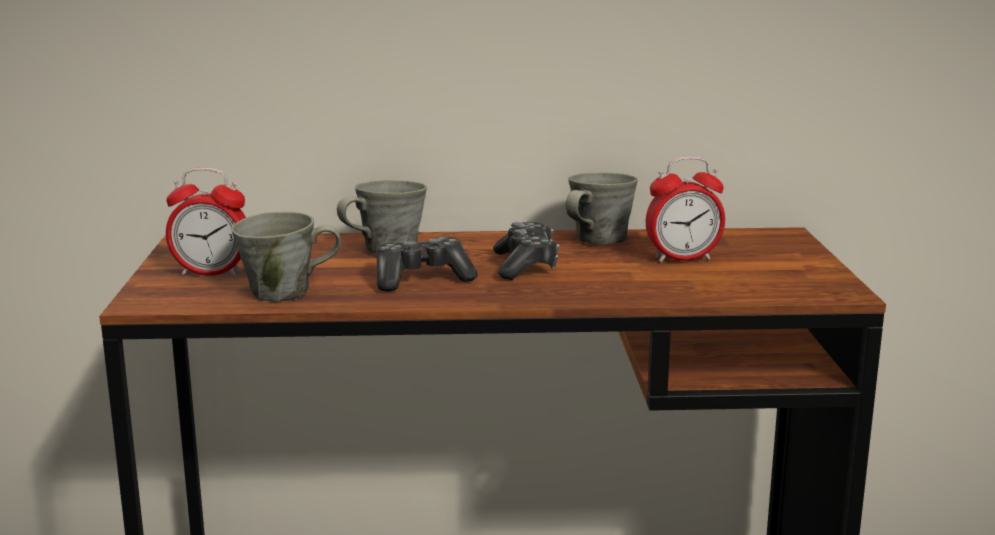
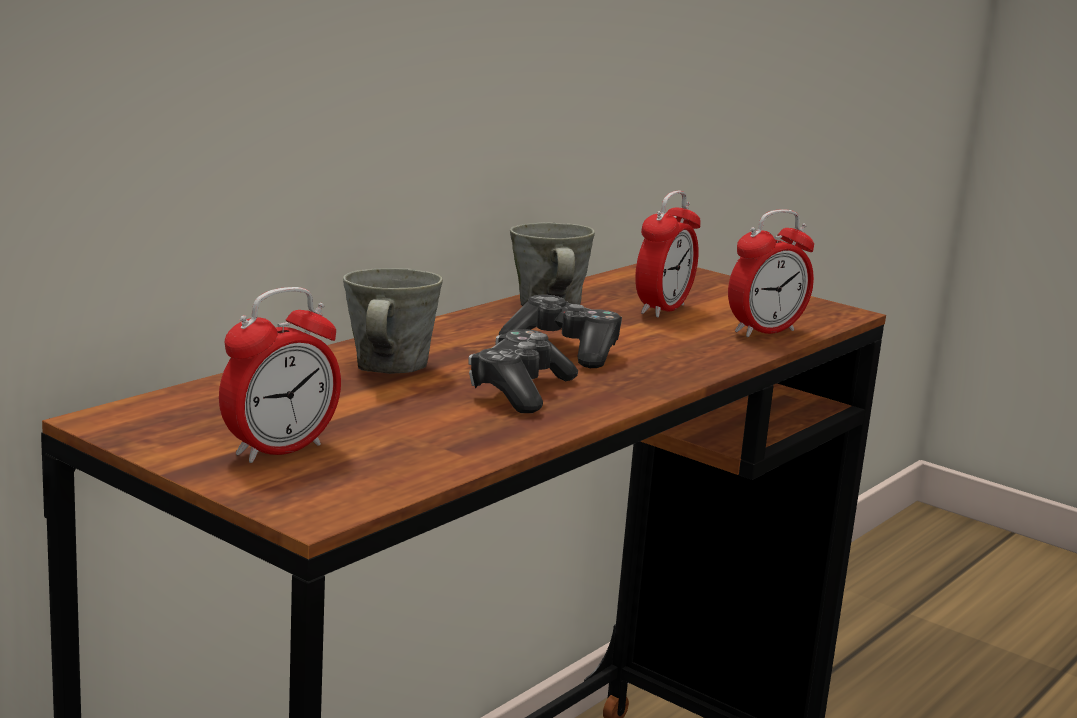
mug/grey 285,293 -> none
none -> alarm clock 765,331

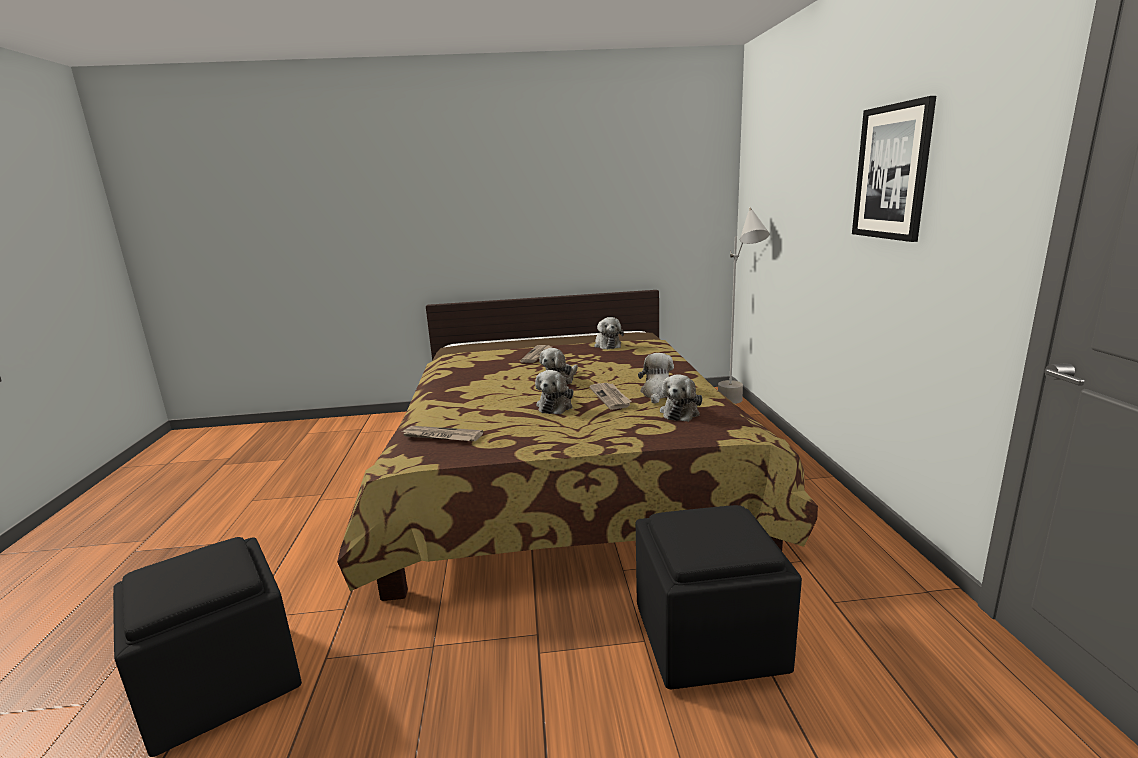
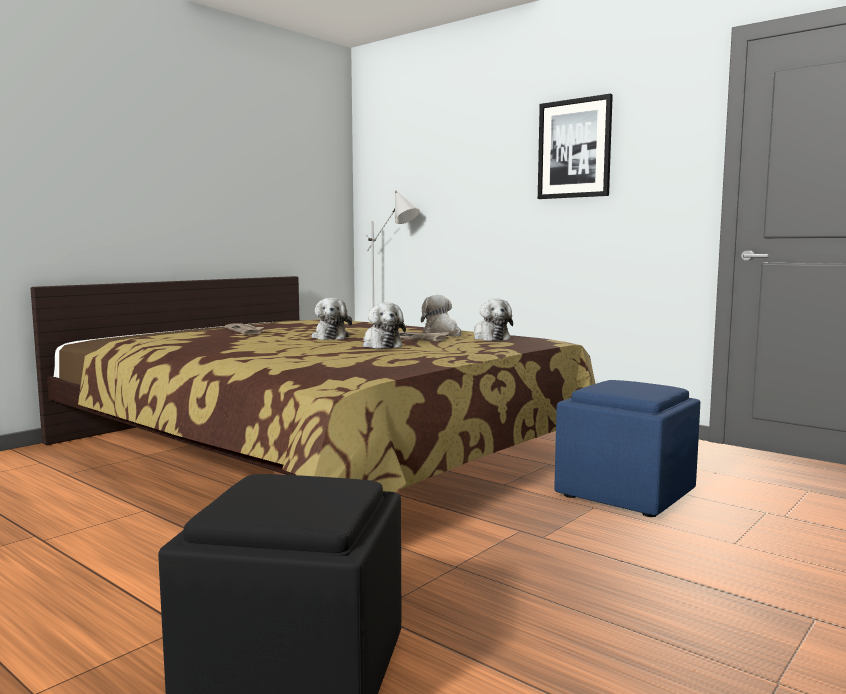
plush toy 607,345 -> none
newspaper 441,436 -> none
ottoman/black 707,640 -> ottoman/blue 626,494

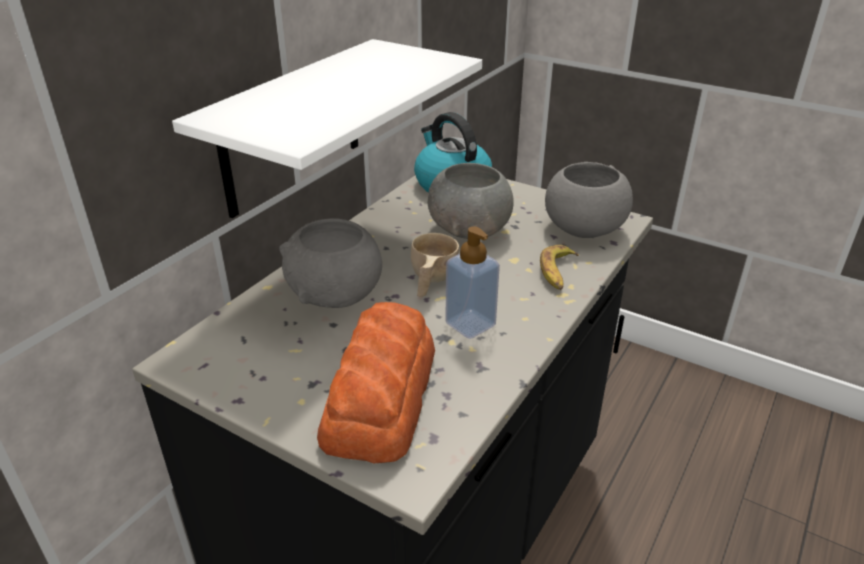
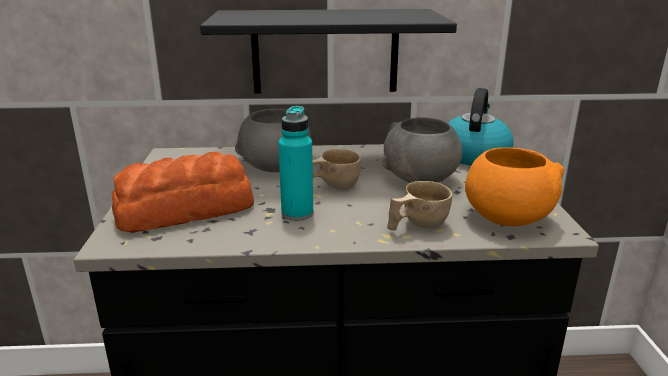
shelf/white 292,128 -> shelf/black 325,51
bowl/grey 583,229 -> bowl/orange 506,218
soap dispenser 470,324 -> bottle/turquoise 297,213
banana 557,273 -> cup/beige 416,225

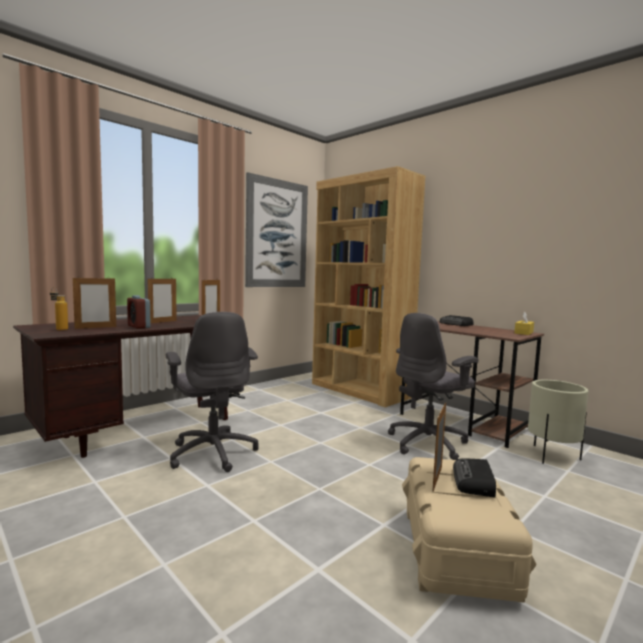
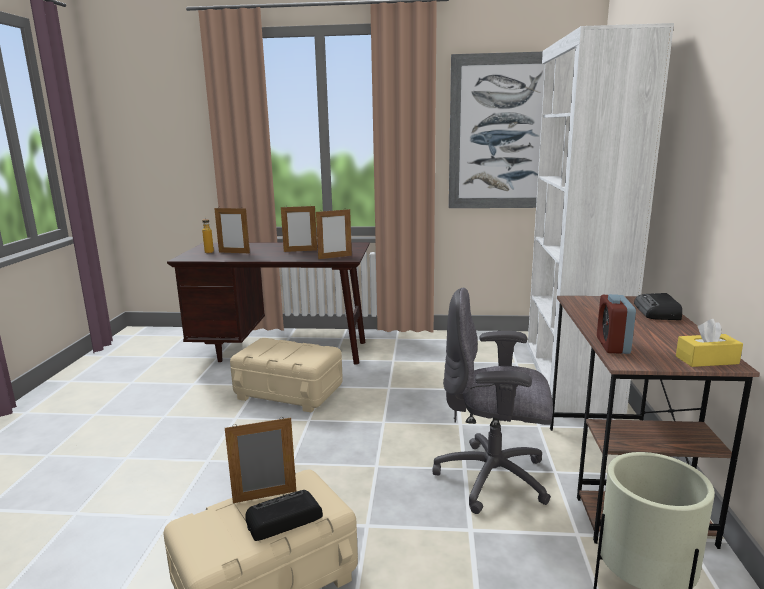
bookcase/brown 359,391 -> bookcase/white 569,377
alarm clock 139,326 -> alarm clock 612,345, move
office chair/grey 213,452 -> storage box/beige 288,392

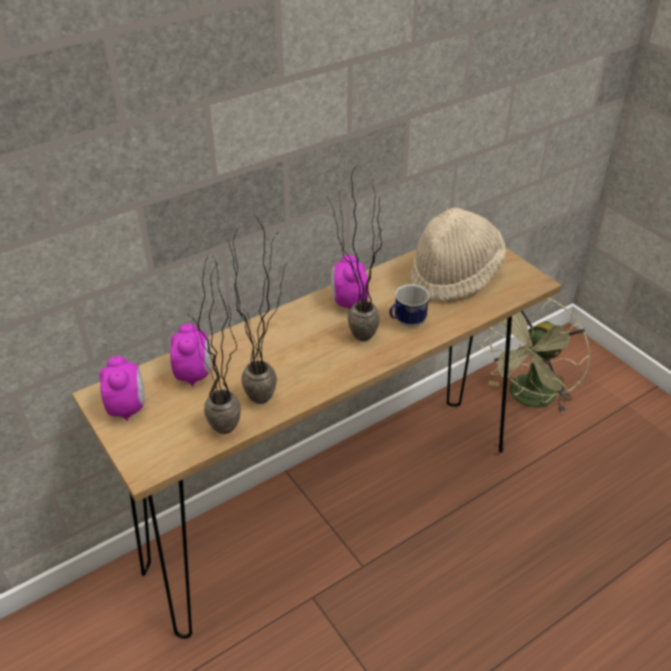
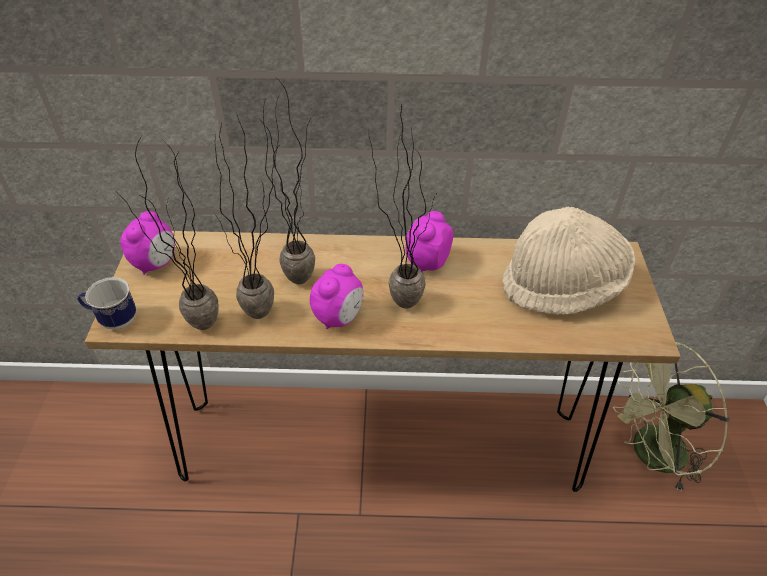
mug 406,323 -> mug 113,320, move
alarm clock 194,374 -> alarm clock 339,317, move
none -> potted plant 303,272

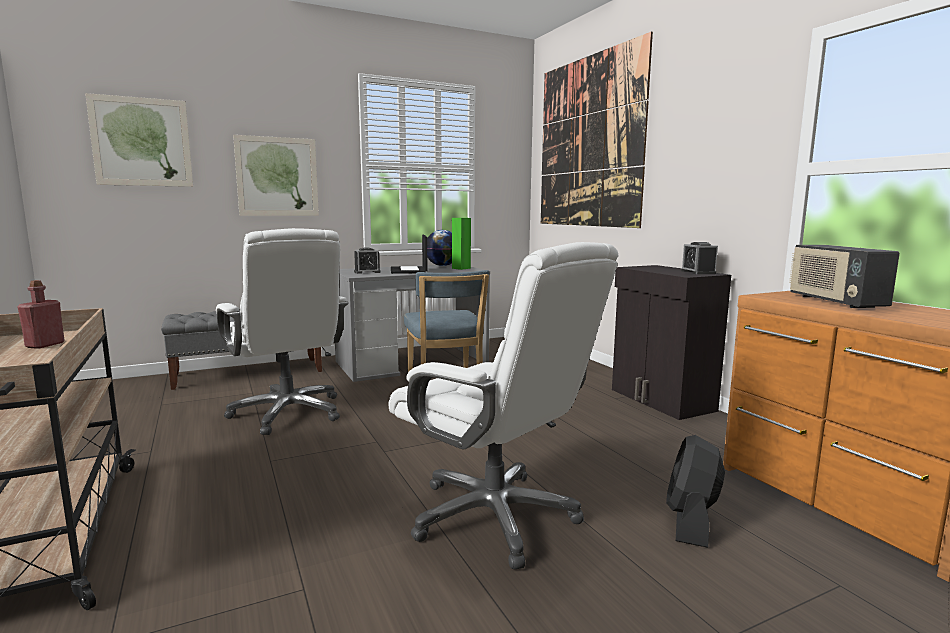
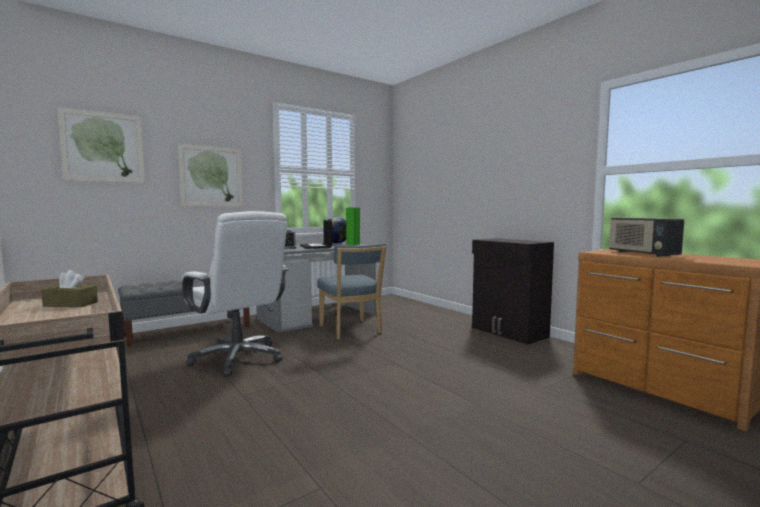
picture 588,142 -> none
office chair/white 495,516 -> none
alarm clock 698,272 -> none
bottle/red 45,345 -> tissue box/brown 70,304
fan/black 691,521 -> none

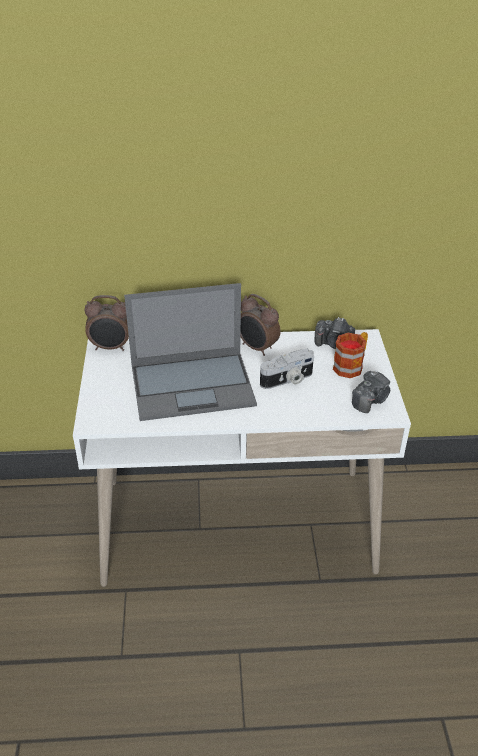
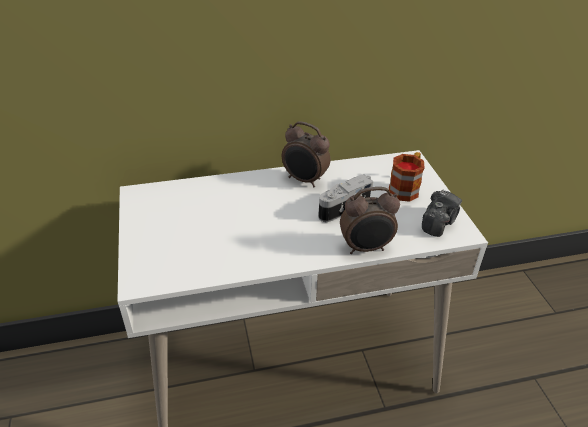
laptop 194,385 -> none
alarm clock 111,347 -> alarm clock 366,248, move
photo camera 334,344 -> none

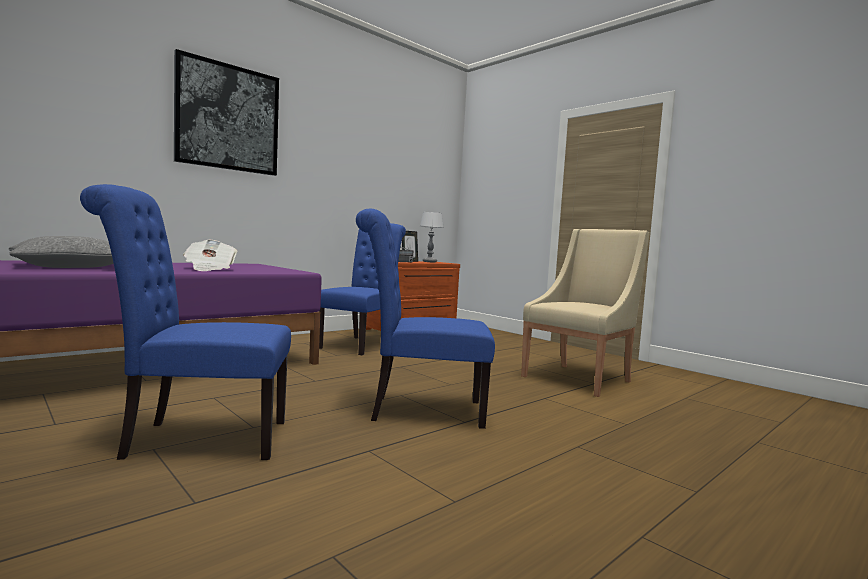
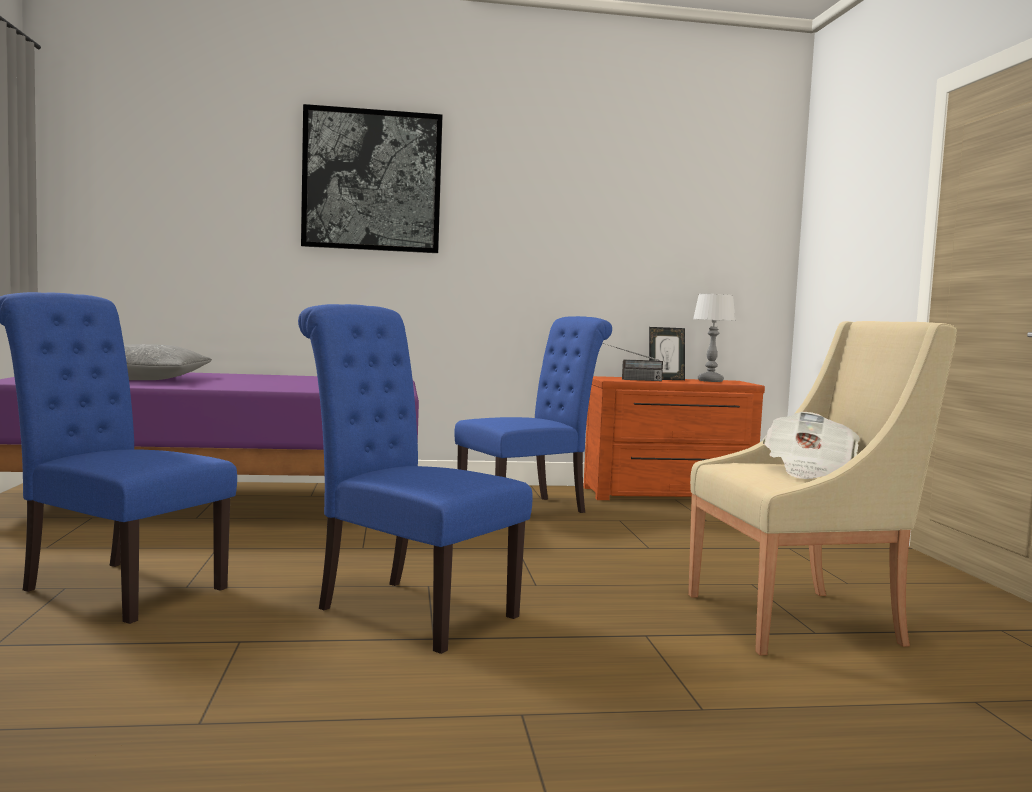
newspaper 209,269 -> newspaper 808,471, move

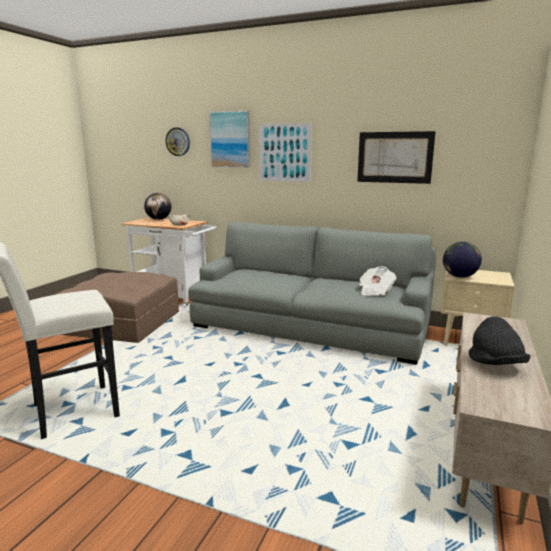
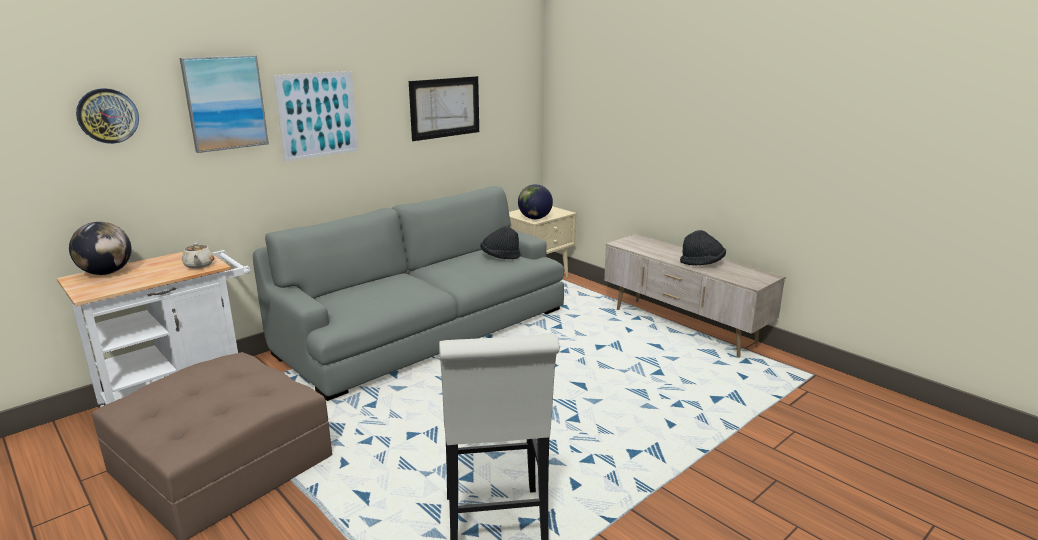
newspaper 375,291 -> hat/black 500,257

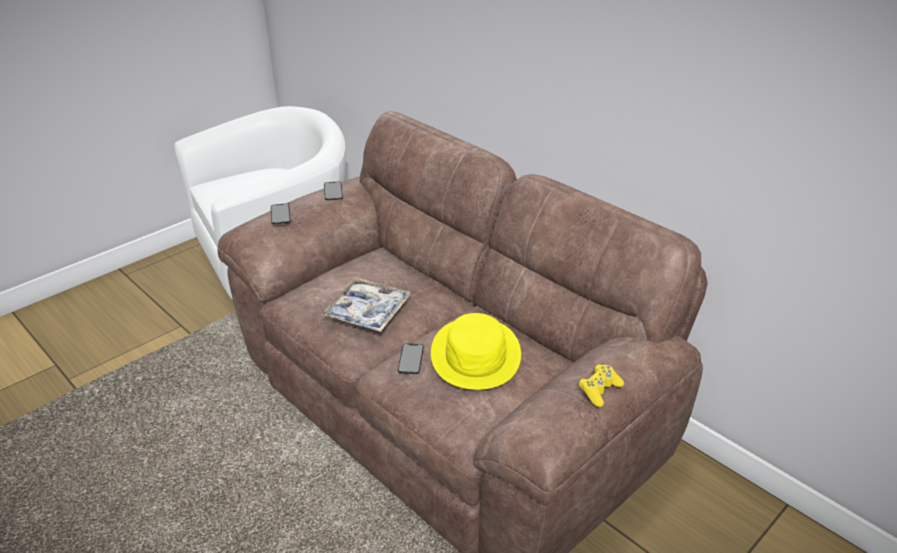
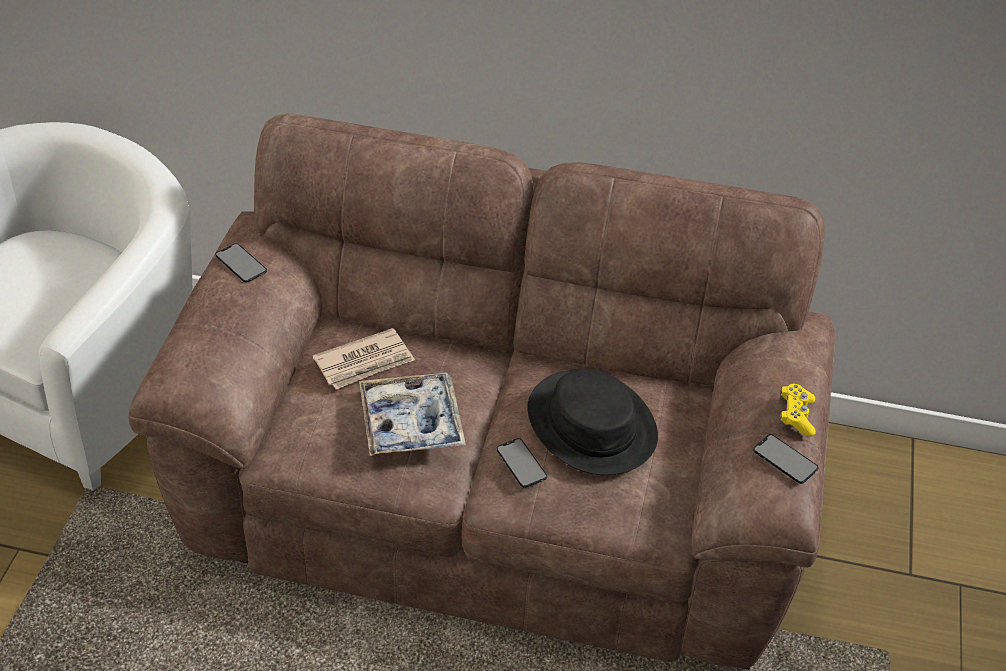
phone 280,214 -> phone 785,459, move
hat/yellow 476,354 -> hat/black 592,423
none -> newspaper 365,362

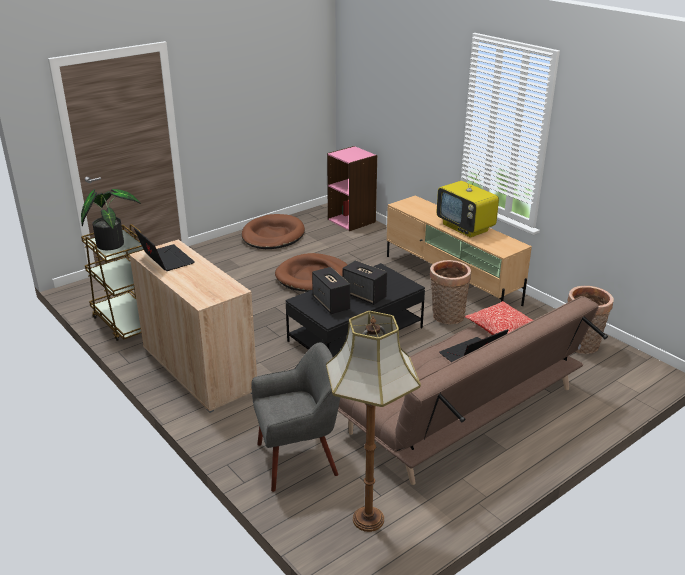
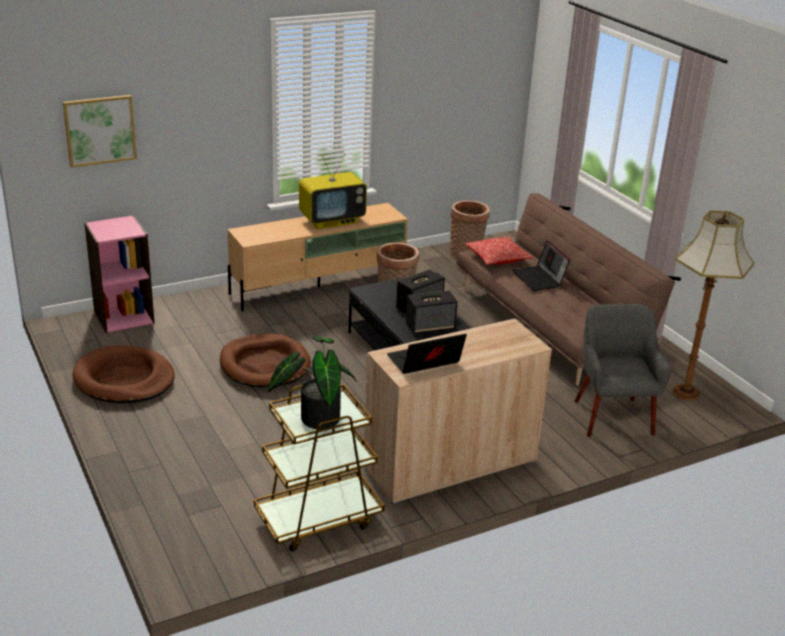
none -> picture 100,130

